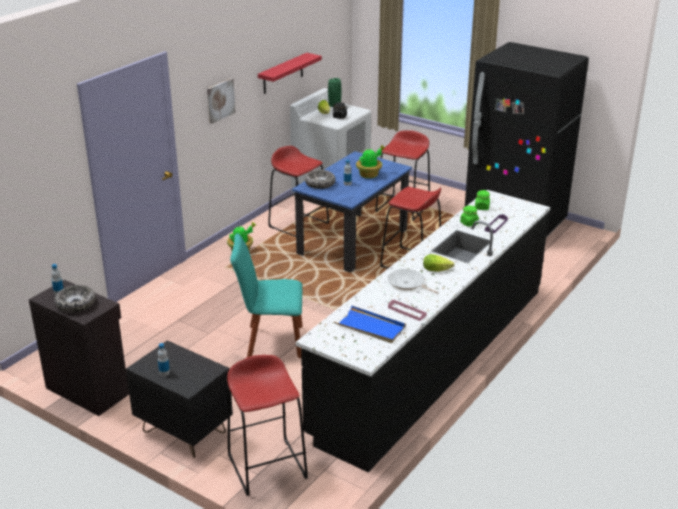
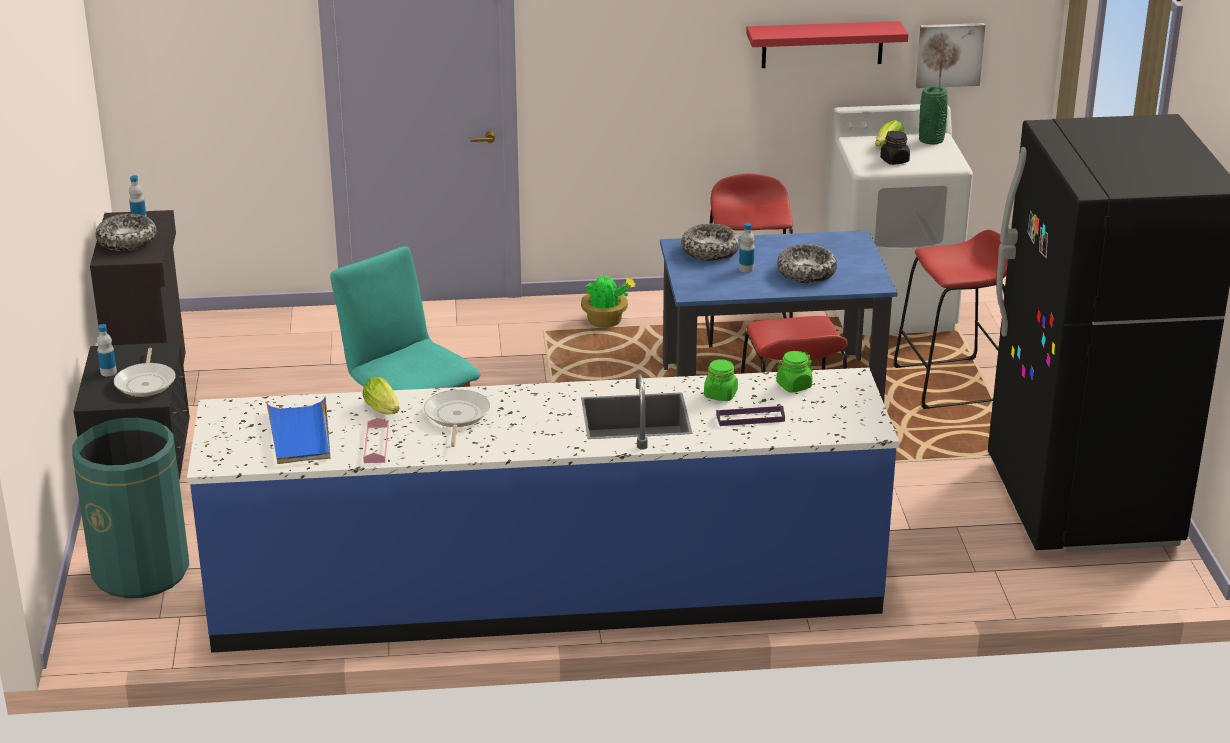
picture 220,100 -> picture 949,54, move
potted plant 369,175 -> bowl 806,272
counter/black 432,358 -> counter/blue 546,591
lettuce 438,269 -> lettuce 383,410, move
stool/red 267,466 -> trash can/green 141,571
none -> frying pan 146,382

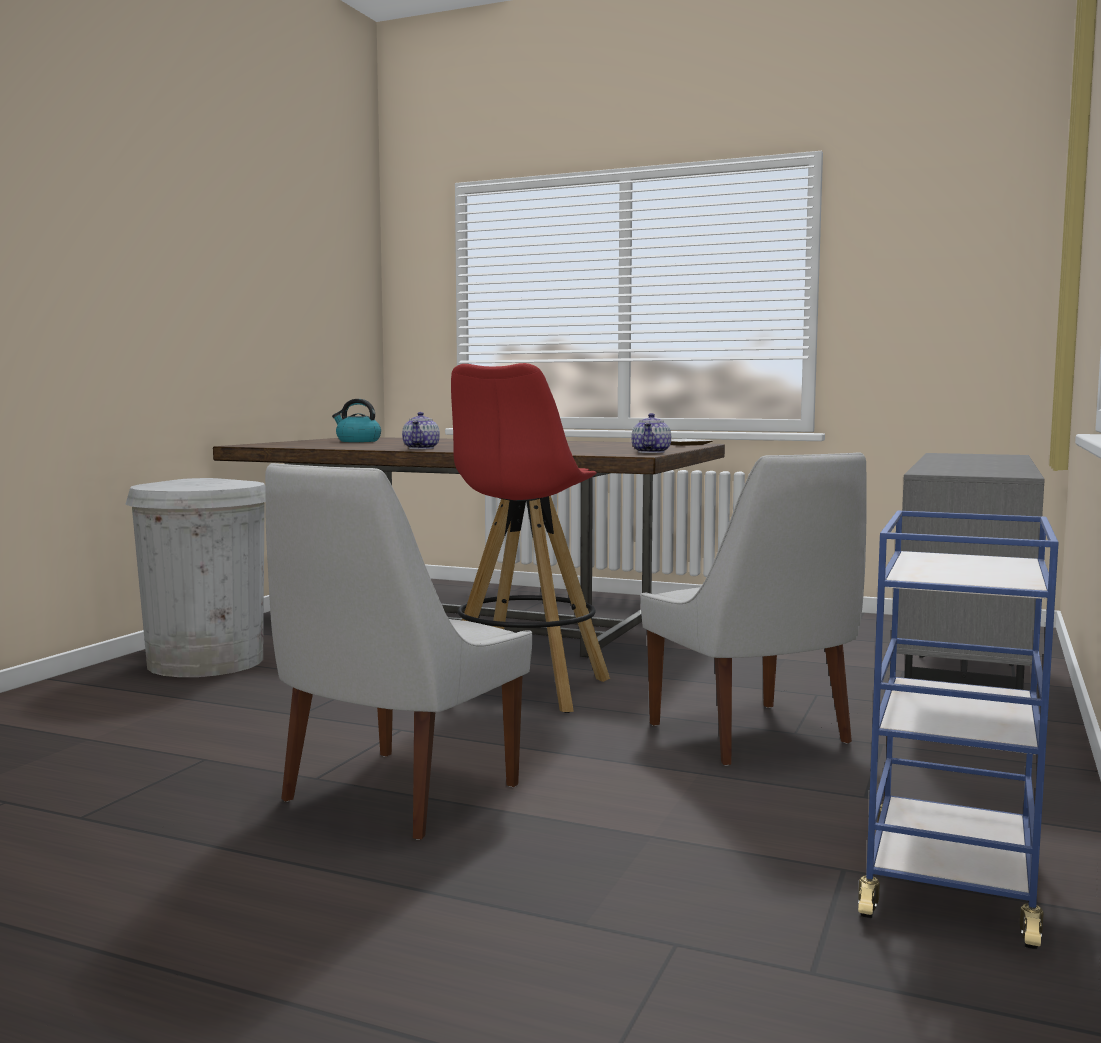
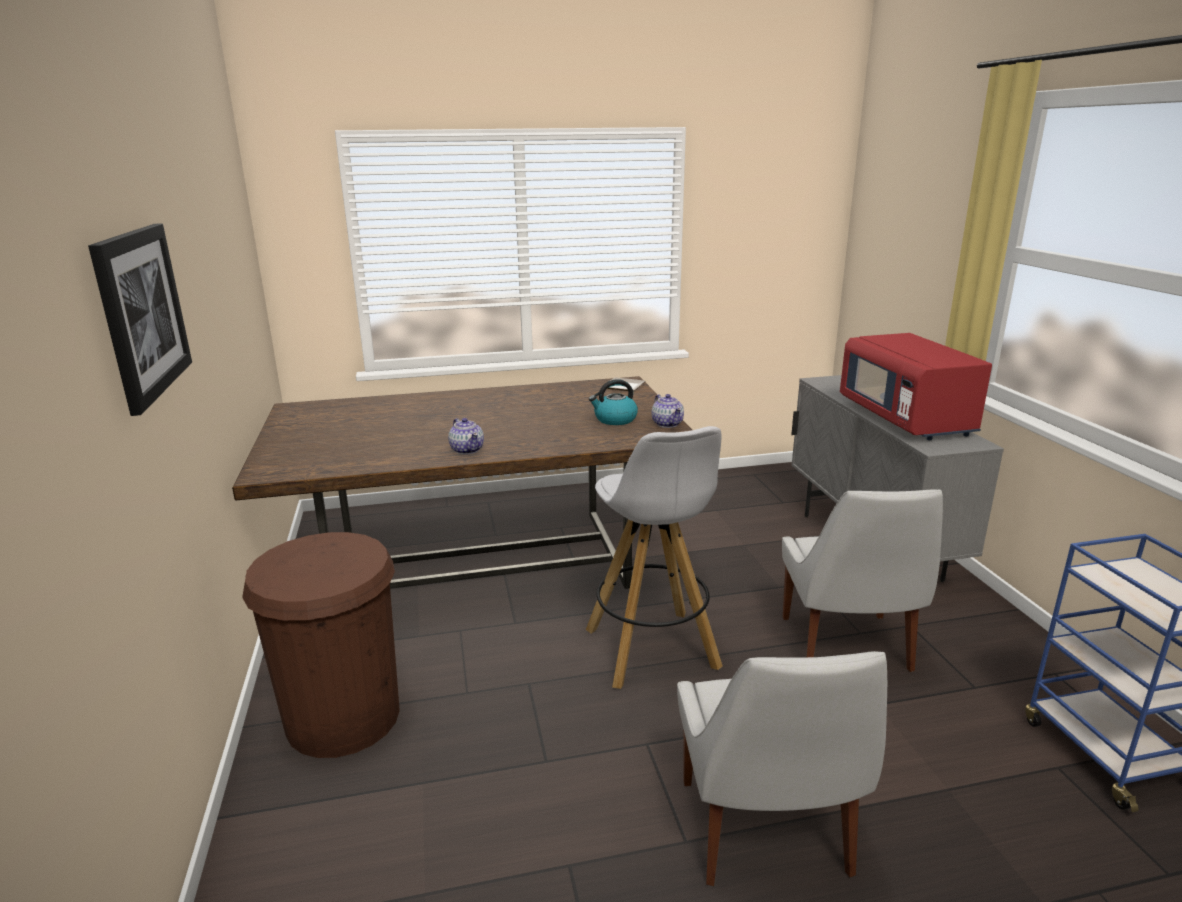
stool/red 525,690 -> stool/white 652,650
kettle 357,441 -> kettle 615,419, move
chair/white 753,736 -> chair/white 846,646, 60 degrees clockwise
trash can/white 206,662 -> trash can/brown 343,717
none -> picture 141,313
none -> microwave/red 905,419

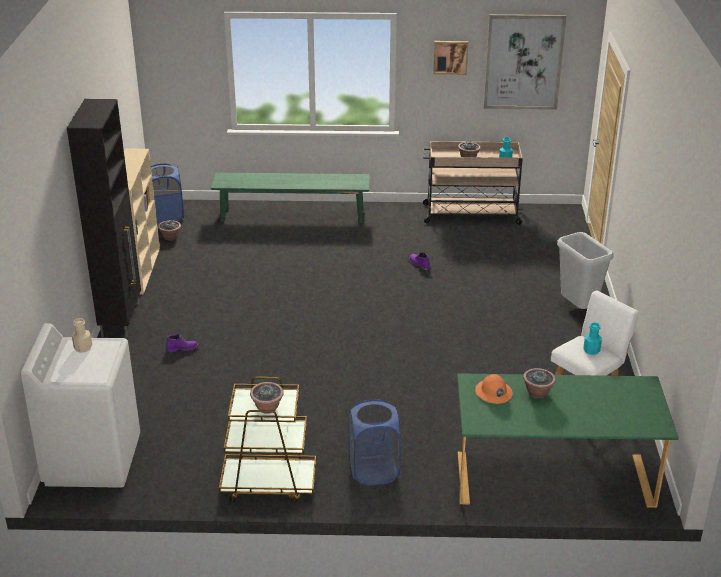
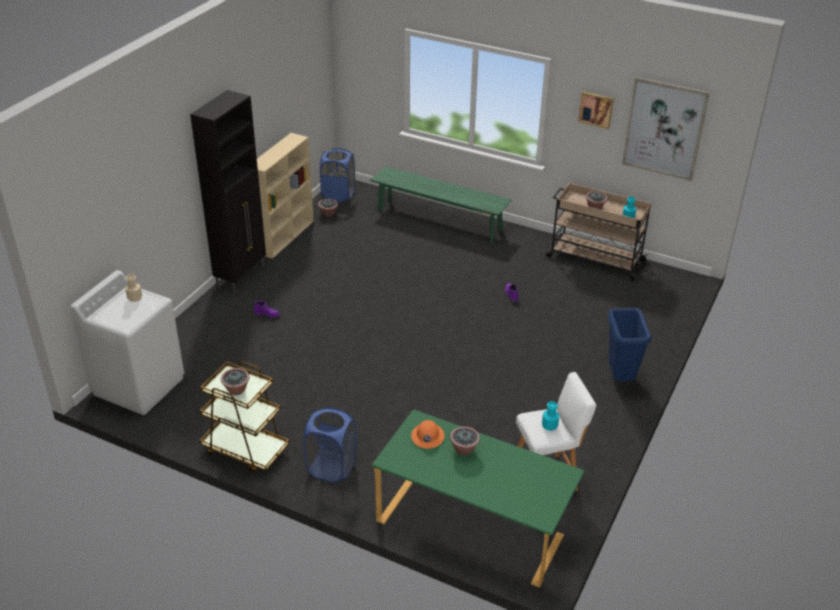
trash can/grey 576,308 -> trash can/blue 619,378

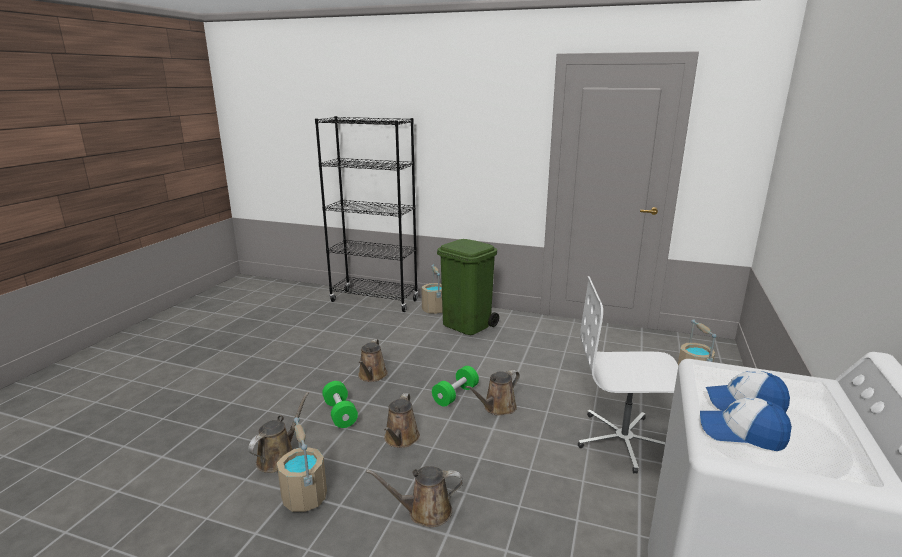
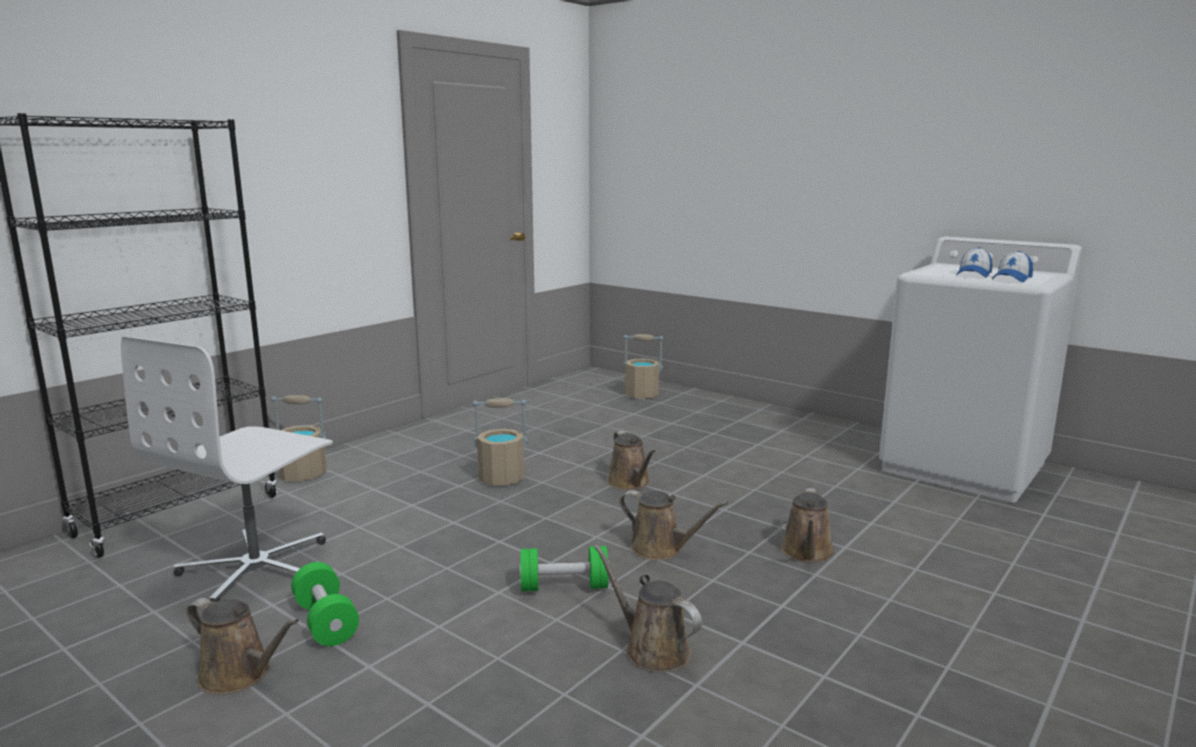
trash can/green 467,325 -> none
office chair/white 624,441 -> office chair/white 257,568, move
watering can/brown 372,376 -> watering can/brown 240,675, move
dumbbell/green 455,395 -> dumbbell/green 326,622, move
bucket/beige 305,497 -> bucket/beige 502,478, move

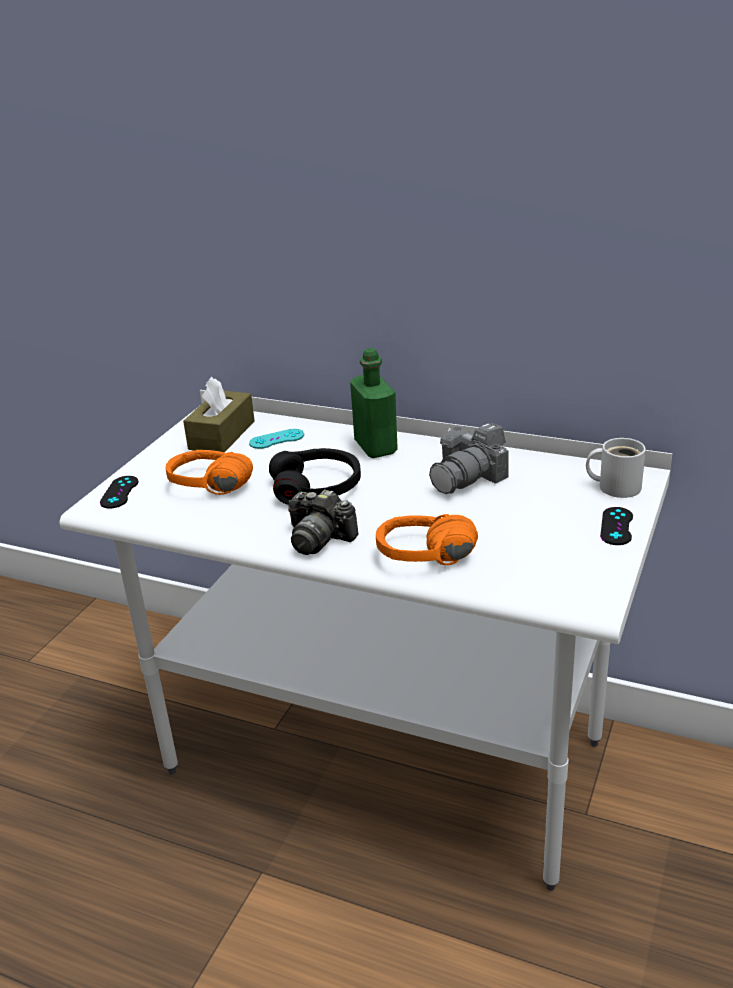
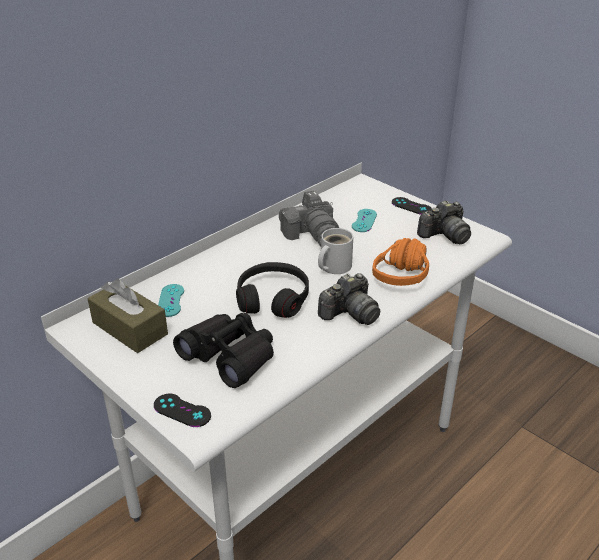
bottle/green 375,447 -> none
mug/white 615,486 -> mug/white 333,266, move
headphones/orange 205,492 -> binoculars/black 229,356
none -> photo camera 445,235
none -> game controller/turquoise 364,220

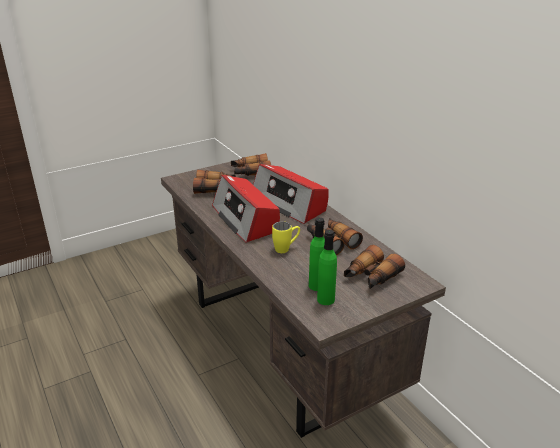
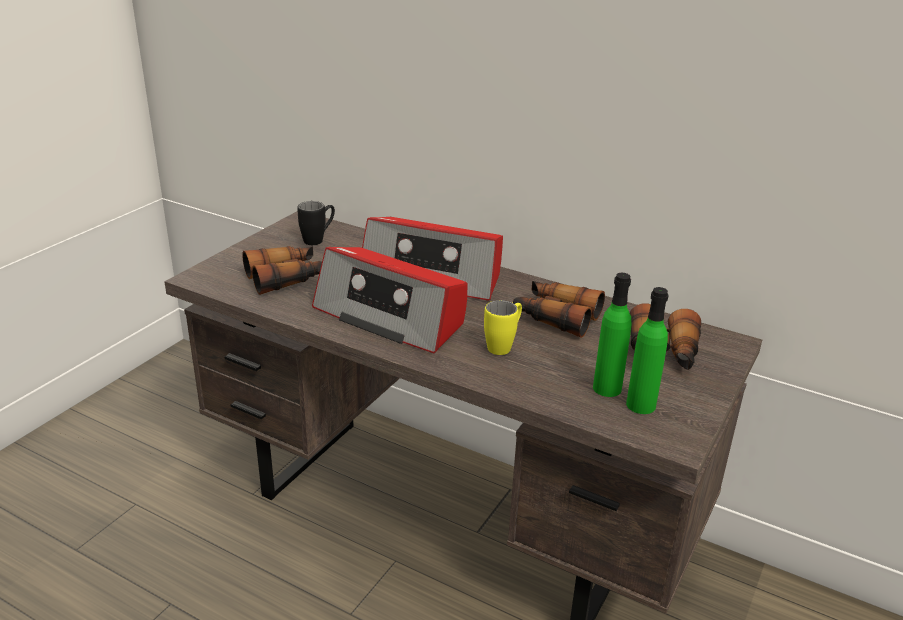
binoculars 250,172 -> mug/black 318,239

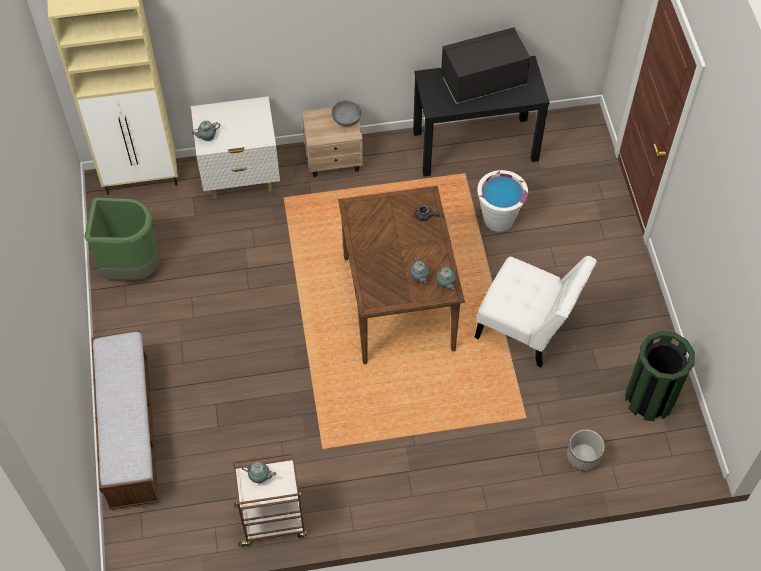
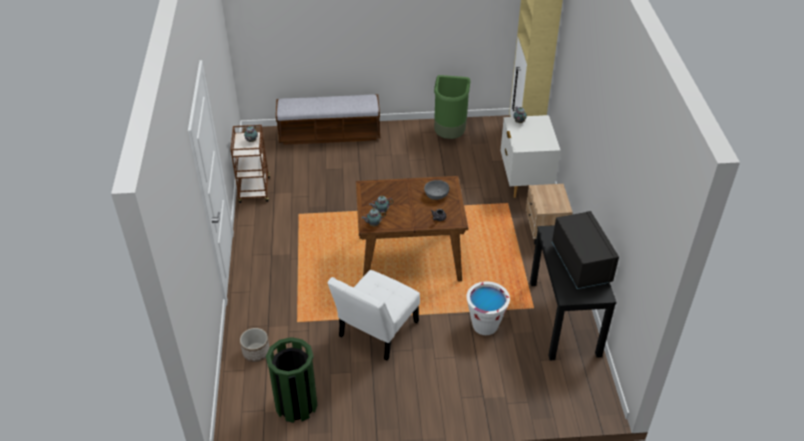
bowl/grey 346,119 -> bowl/grey 436,195, move

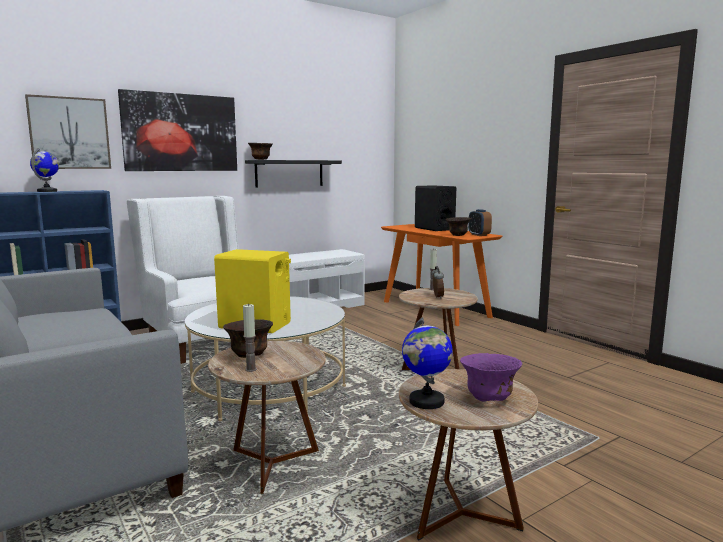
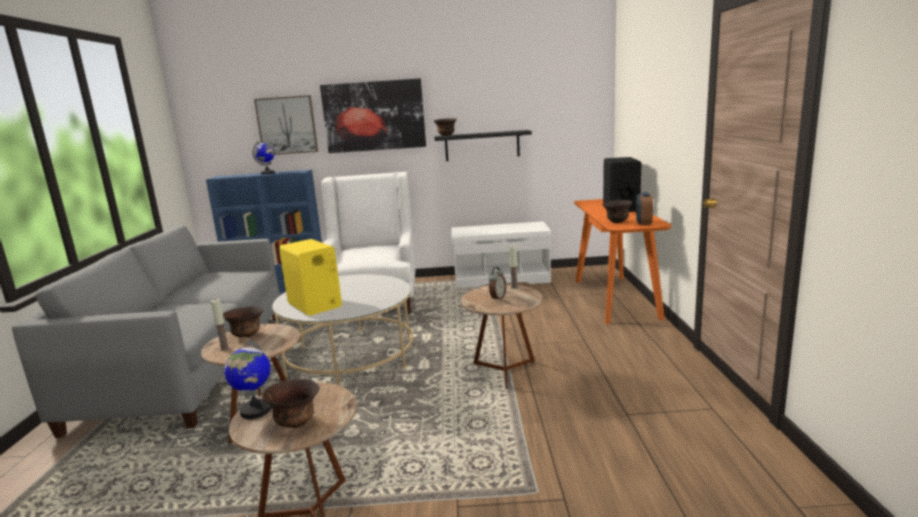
bowl/purple 488,399 -> bowl/brown 295,423

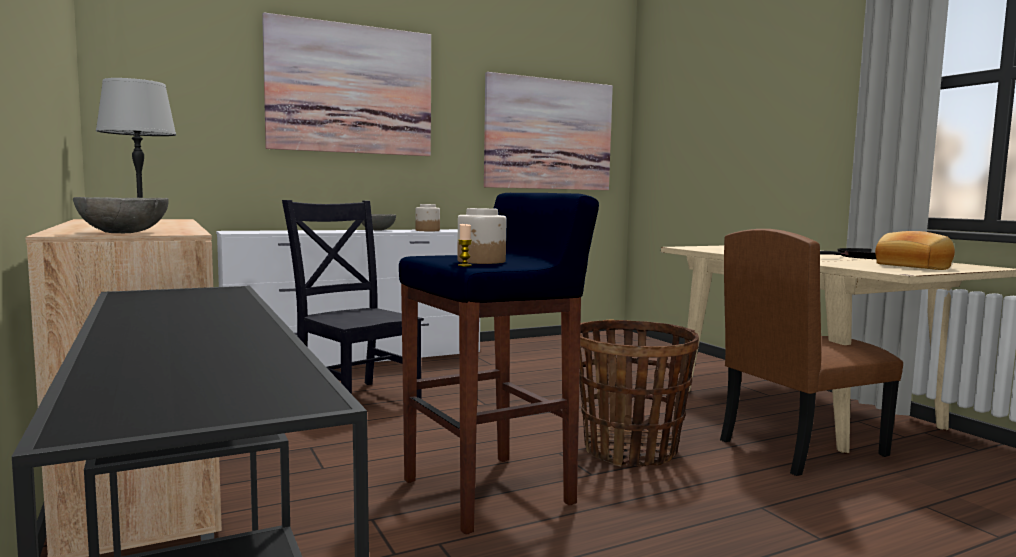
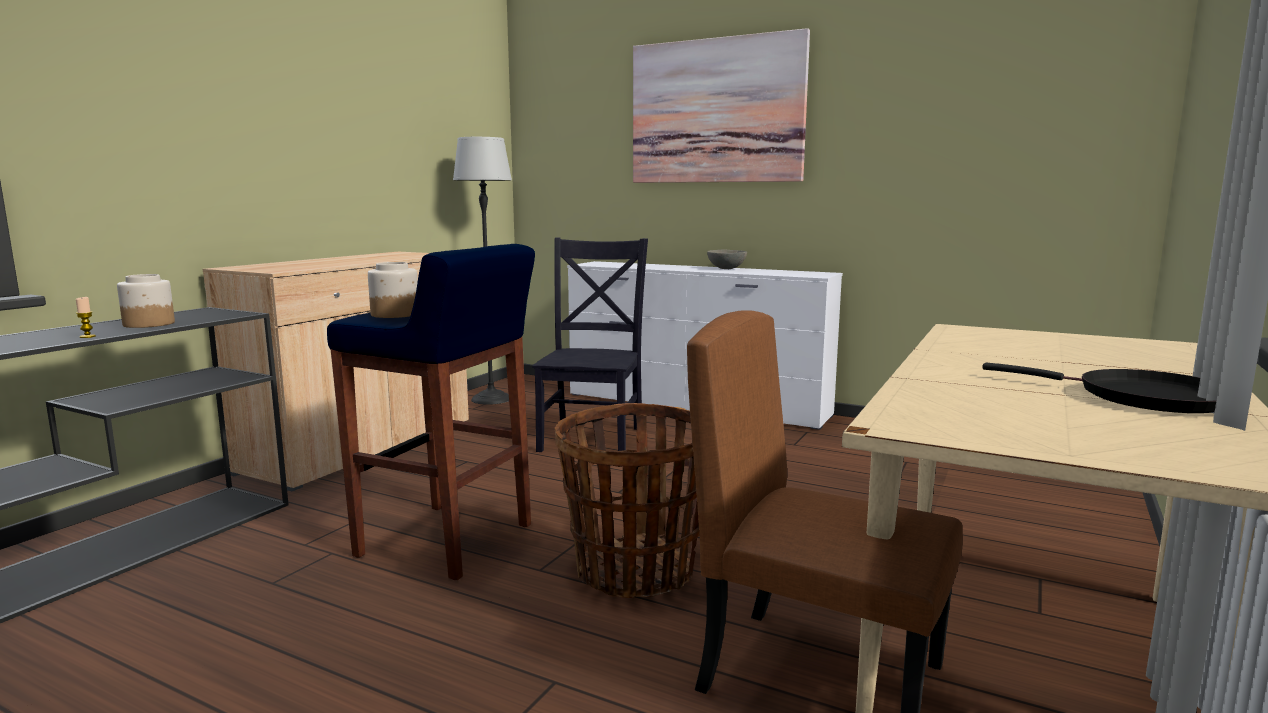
picture 549,134 -> none
bowl/grey 125,233 -> none
jar 427,230 -> jar 148,324, move
candle 464,265 -> candle 87,336, move
bread 912,267 -> none

